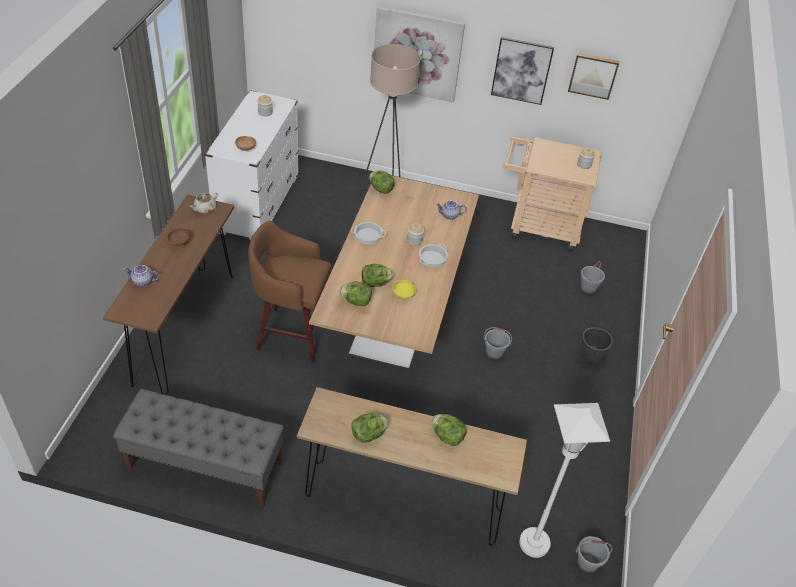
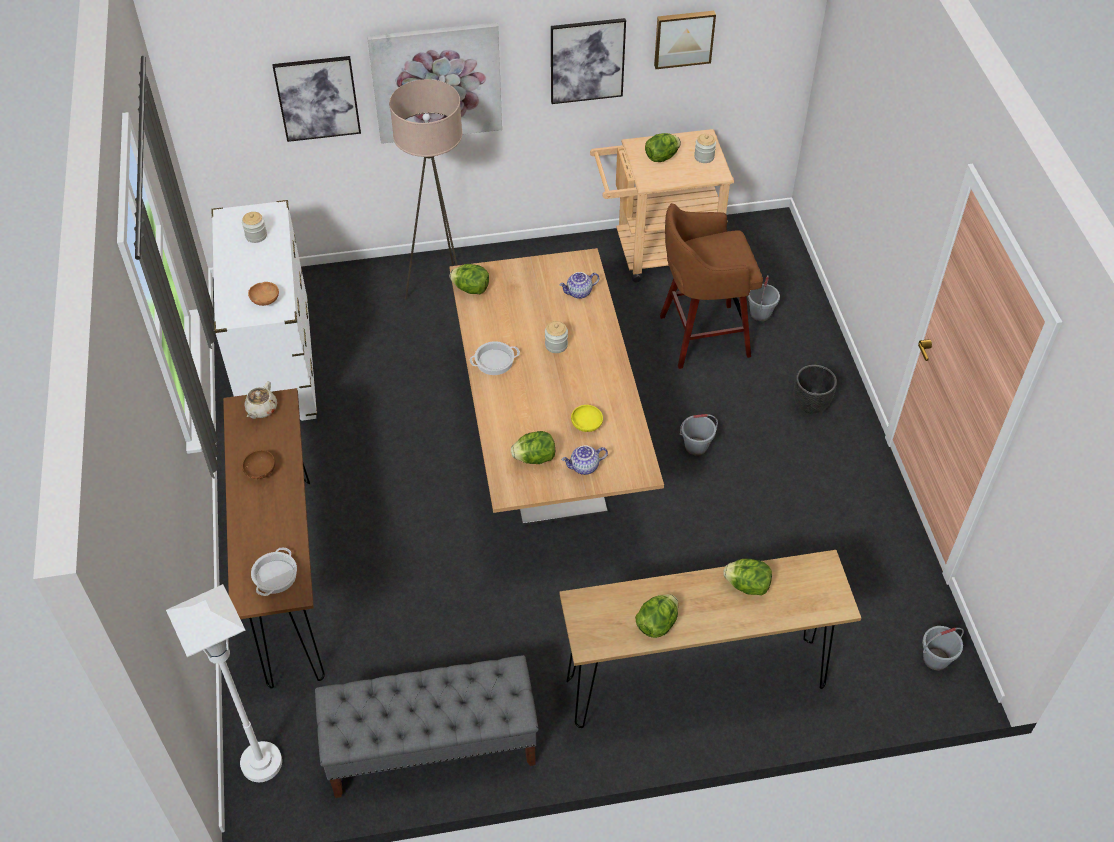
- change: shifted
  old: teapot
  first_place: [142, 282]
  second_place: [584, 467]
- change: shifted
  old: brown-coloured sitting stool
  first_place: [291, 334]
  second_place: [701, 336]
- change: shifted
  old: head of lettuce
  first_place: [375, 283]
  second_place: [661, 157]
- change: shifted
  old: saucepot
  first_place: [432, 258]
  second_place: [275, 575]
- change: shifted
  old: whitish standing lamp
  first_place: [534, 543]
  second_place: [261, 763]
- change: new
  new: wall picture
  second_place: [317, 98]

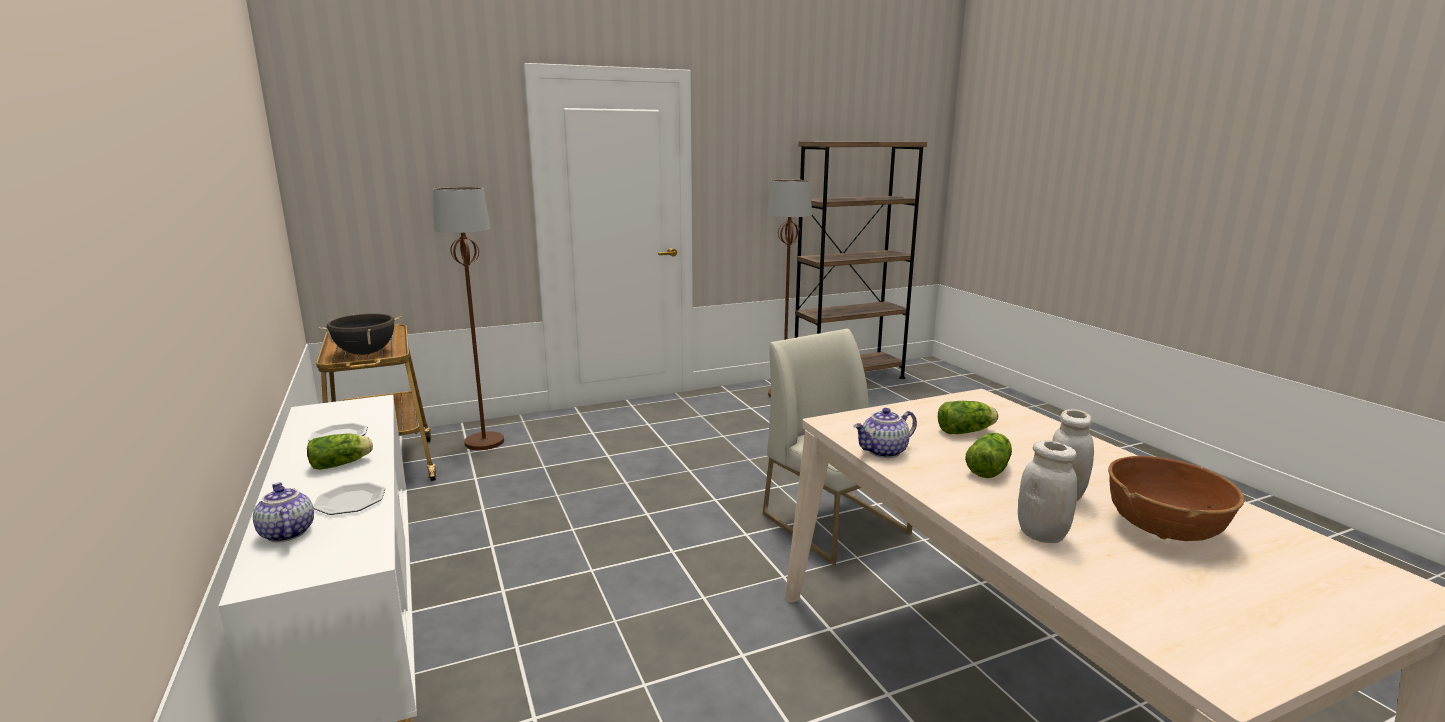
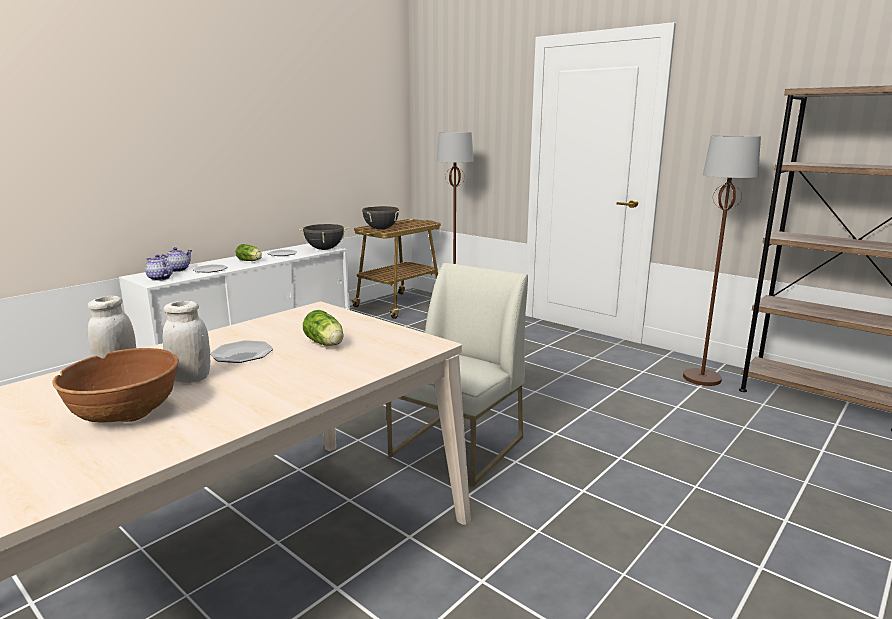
- change: shifted
  old: teapot
  first_place: [884, 452]
  second_place: [159, 278]
- change: swapped
  old: head of lettuce
  new: dinner plate
  first_place: [989, 468]
  second_place: [242, 354]
- change: new
  new: blackish saucepot
  second_place: [324, 249]

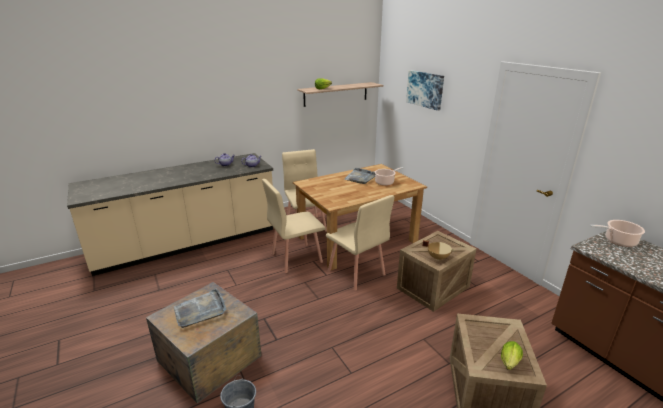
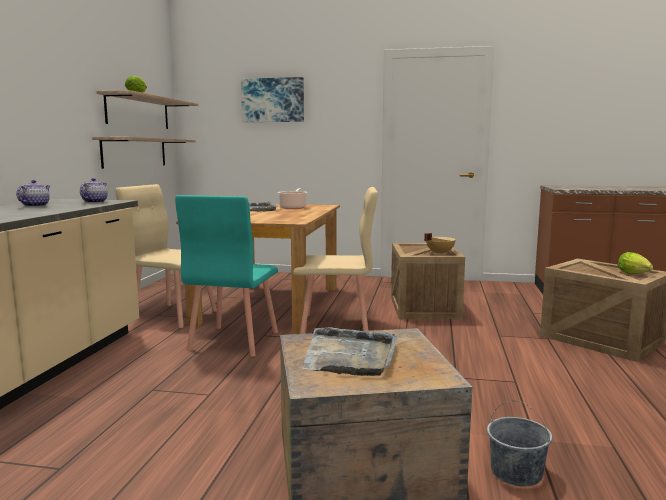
- change: repainted
  old: beige upright chair
  new: turquoise-coloured upright chair
  first_place: [296, 257]
  second_place: [233, 341]
- change: gone
  old: saucepot
  first_place: [618, 241]
- change: new
  new: bracket shelf
  second_place: [135, 152]

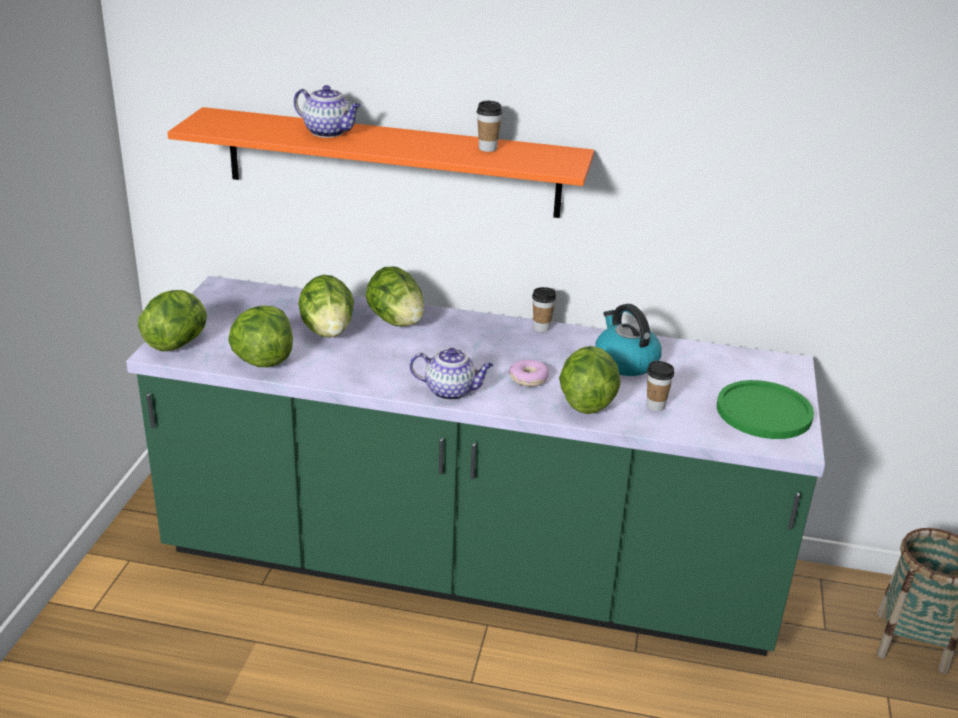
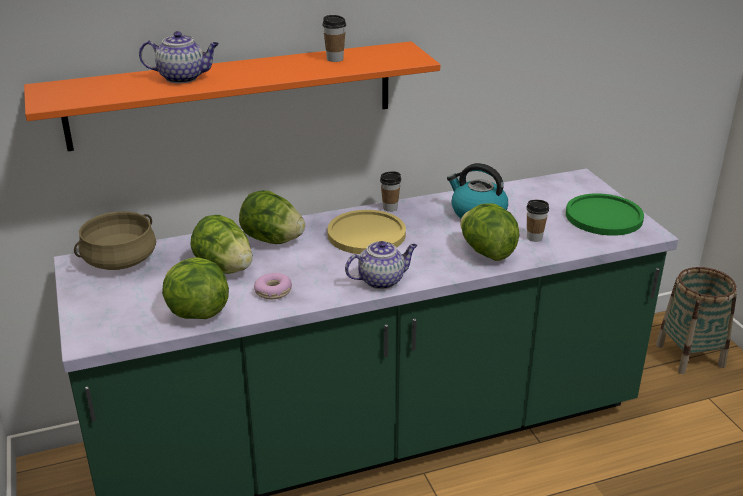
- change: gone
  old: head of lettuce
  first_place: [178, 343]
- change: shifted
  old: donut
  first_place: [529, 379]
  second_place: [273, 292]
- change: new
  new: beige saucepot
  second_place: [120, 260]
- change: new
  new: yellowish dinner plate
  second_place: [366, 234]

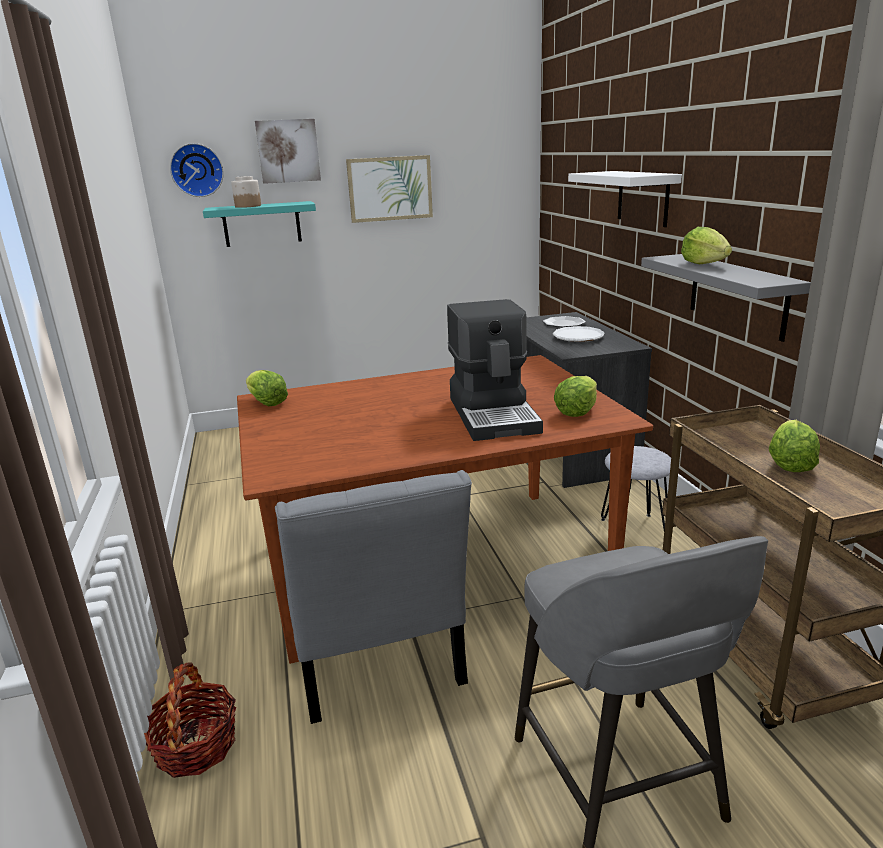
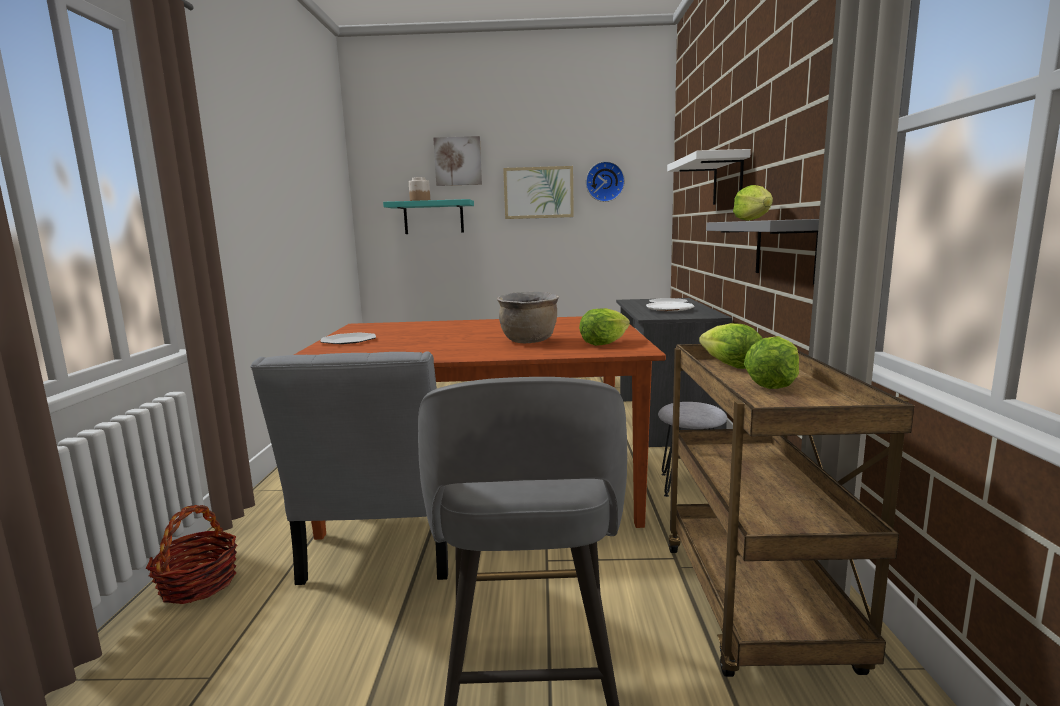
- change: shifted
  old: clock on the wall
  first_place: [197, 170]
  second_place: [604, 182]
- change: shifted
  old: head of lettuce
  first_place: [267, 403]
  second_place: [730, 366]
- change: swapped
  old: coffee brewer
  new: brown-coloured saucepot
  first_place: [494, 414]
  second_place: [529, 341]
- change: new
  new: dinner plate
  second_place: [348, 340]

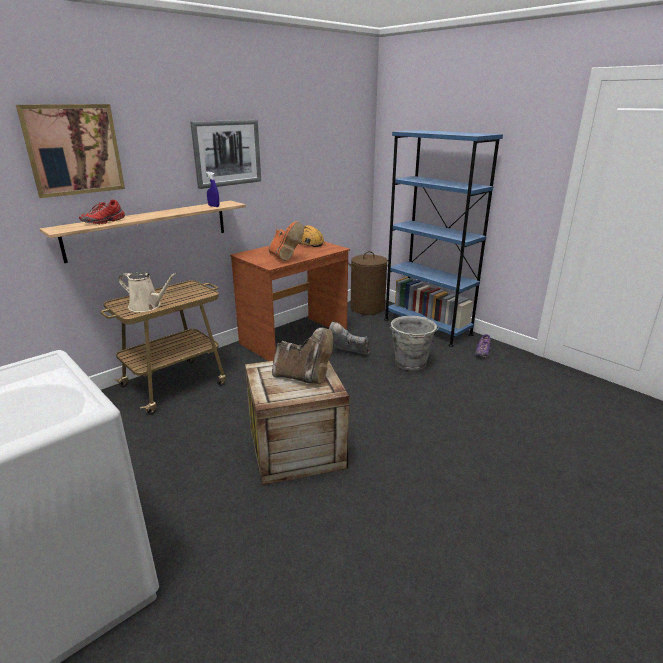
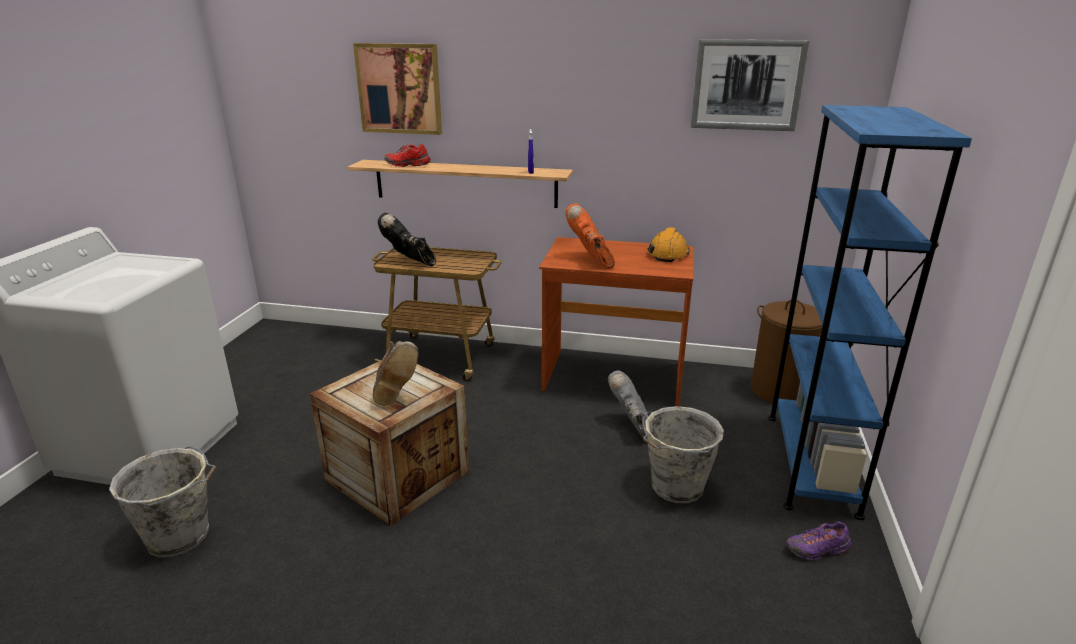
- change: swapped
  old: beige watering pot
  new: blackish tall boot
  first_place: [147, 306]
  second_place: [410, 262]
- change: shifted
  old: wall picture
  first_place: [227, 153]
  second_place: [747, 85]
- change: rotated
  old: orange-coloured tall boot
  first_place: [284, 257]
  second_place: [591, 260]
  degrees: 135
- change: new
  new: grey water bucket
  second_place: [181, 536]

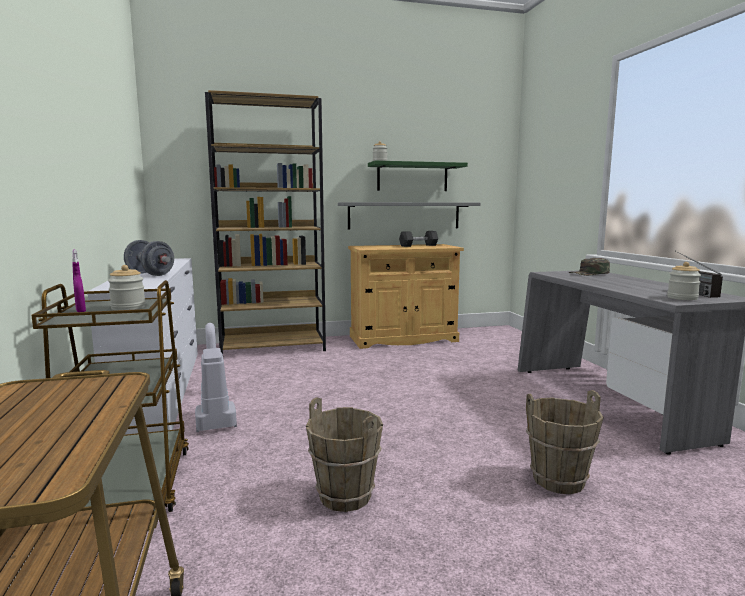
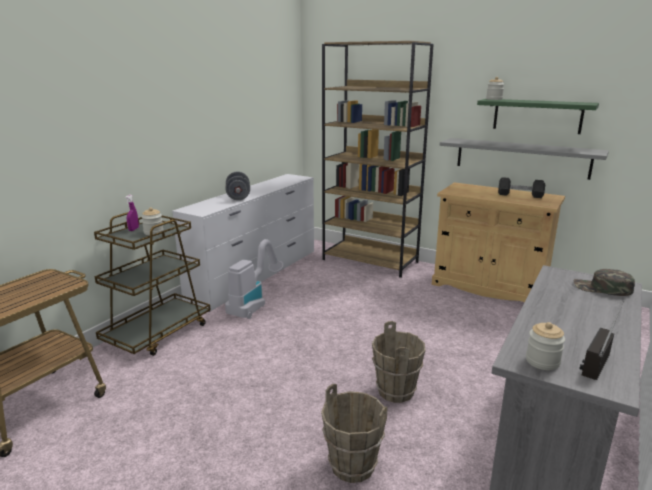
- change: shifted
  old: brown-coloured water bucket
  first_place: [345, 496]
  second_place: [396, 391]

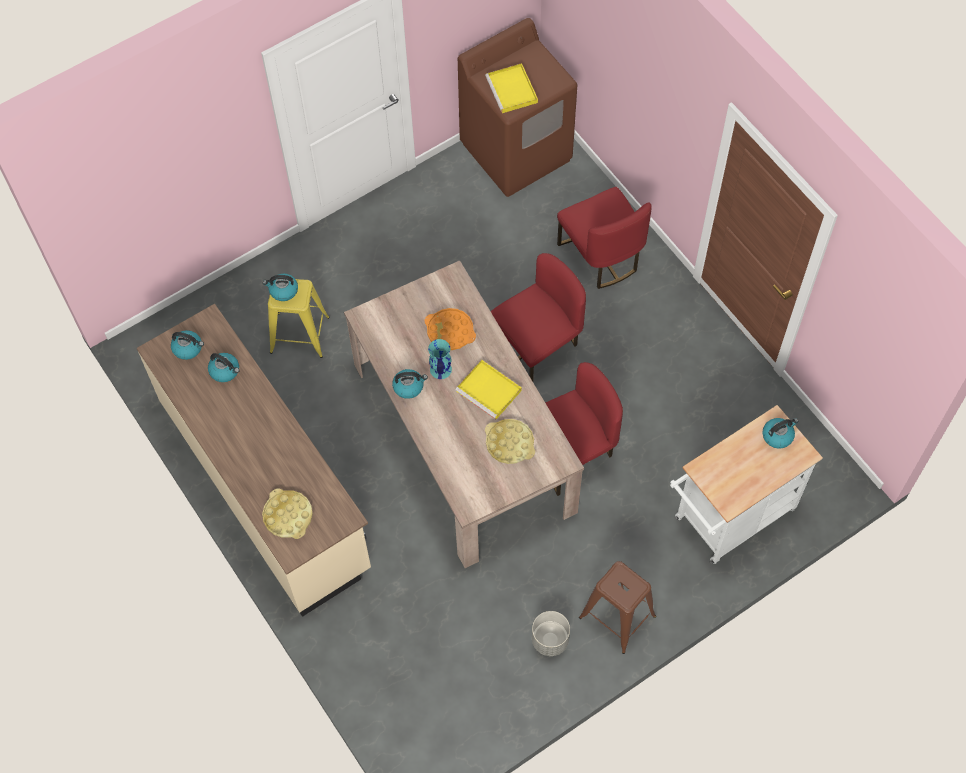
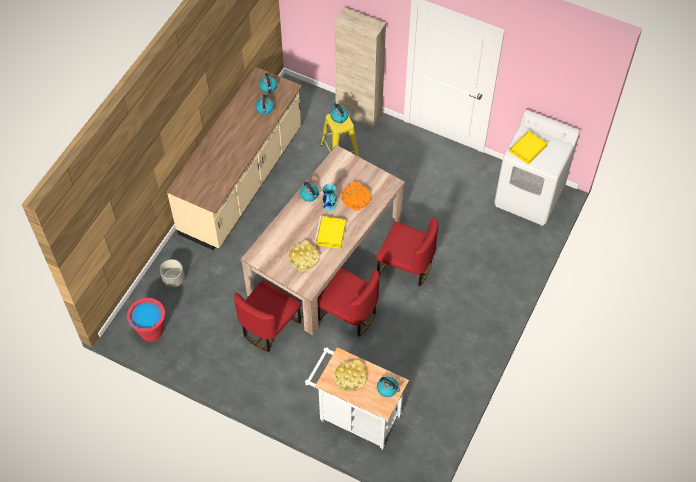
- change: shifted
  old: yellowish tray
  first_place: [288, 516]
  second_place: [350, 378]
- change: repainted
  old: brown-coloured washing machine
  new: whitish washing machine
  first_place: [517, 151]
  second_place: [529, 196]
- change: shifted
  old: grey plant pot
  first_place: [550, 640]
  second_place: [174, 280]
- change: shifted
  old: reddish upright chair
  first_place: [601, 256]
  second_place: [269, 327]
- change: gone
  old: brown-coloured sitting stool
  first_place: [617, 617]
- change: new
  new: reddish water bucket
  second_place: [151, 331]
- change: new
  new: beige cupboard
  second_place: [358, 114]

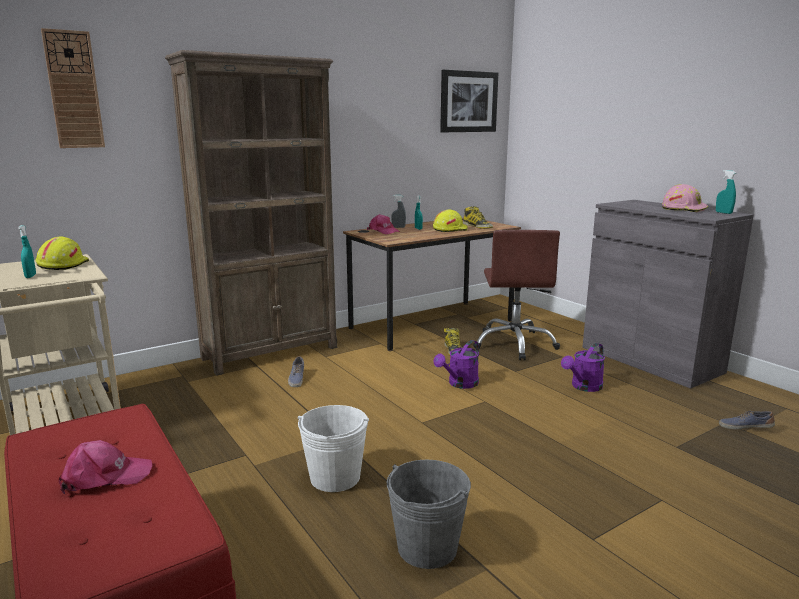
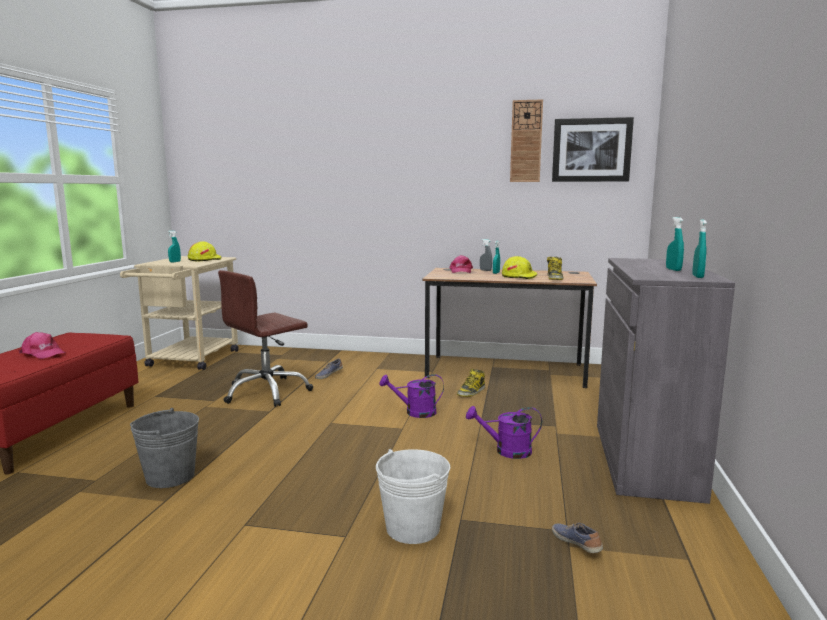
- change: shifted
  old: clock on the wall
  first_place: [74, 90]
  second_place: [526, 141]
- change: gone
  old: brown-coloured bookshelf
  first_place: [271, 353]
- change: shifted
  old: whitish water bucket
  first_place: [335, 477]
  second_place: [412, 528]
- change: shifted
  old: brown-coloured computer chair
  first_place: [515, 344]
  second_place: [267, 392]
- change: swapped
  old: pink safety helmet
  new: turquoise-coloured spray bottle
  first_place: [684, 209]
  second_place: [673, 269]

